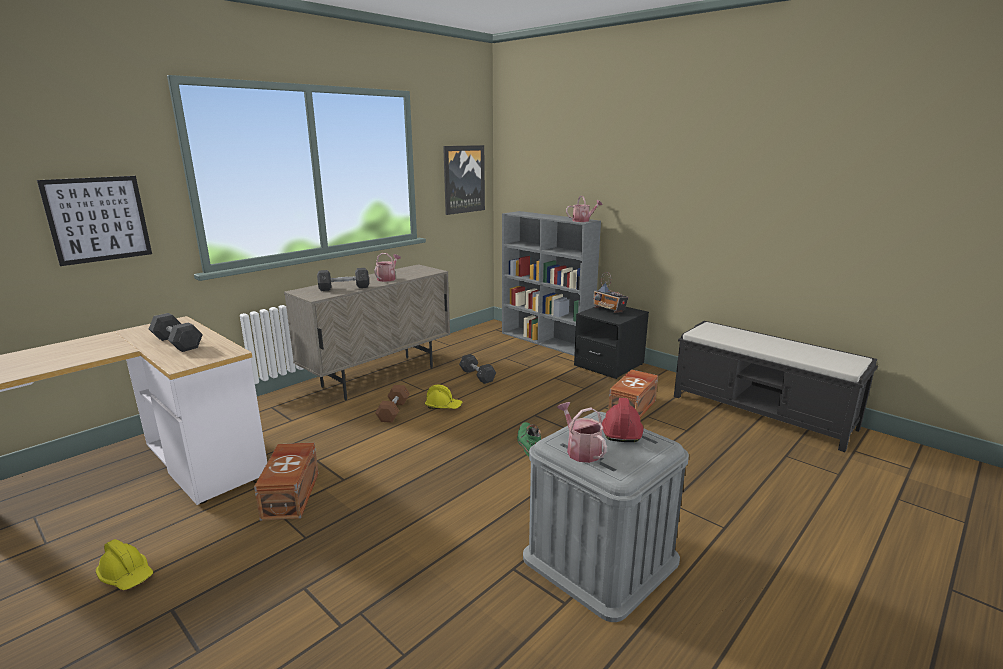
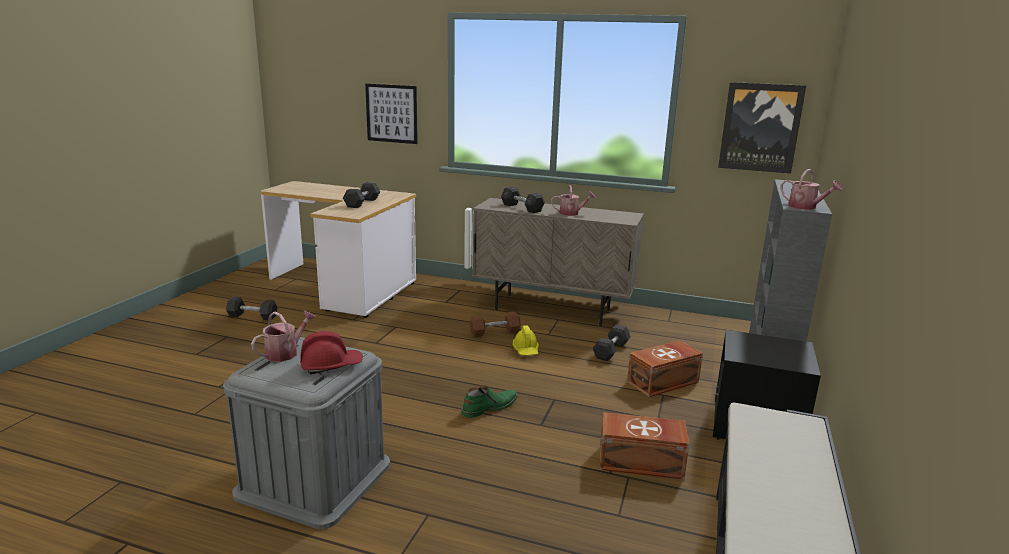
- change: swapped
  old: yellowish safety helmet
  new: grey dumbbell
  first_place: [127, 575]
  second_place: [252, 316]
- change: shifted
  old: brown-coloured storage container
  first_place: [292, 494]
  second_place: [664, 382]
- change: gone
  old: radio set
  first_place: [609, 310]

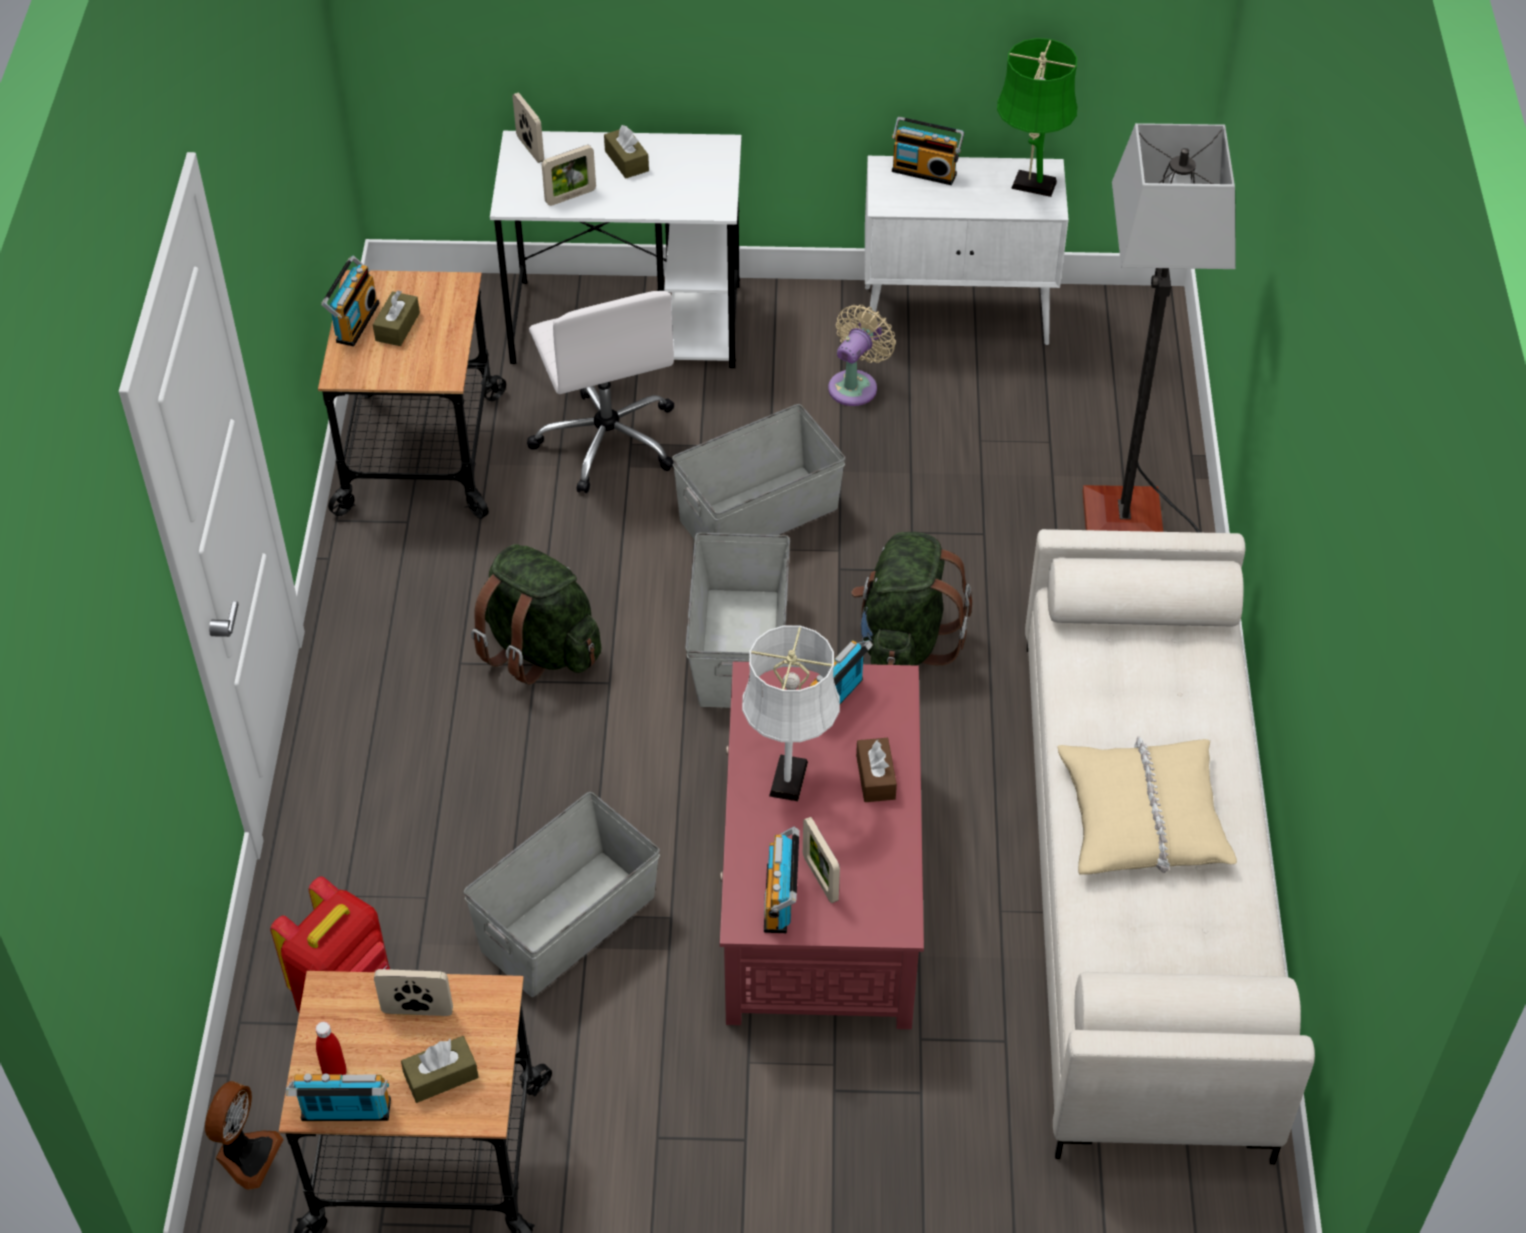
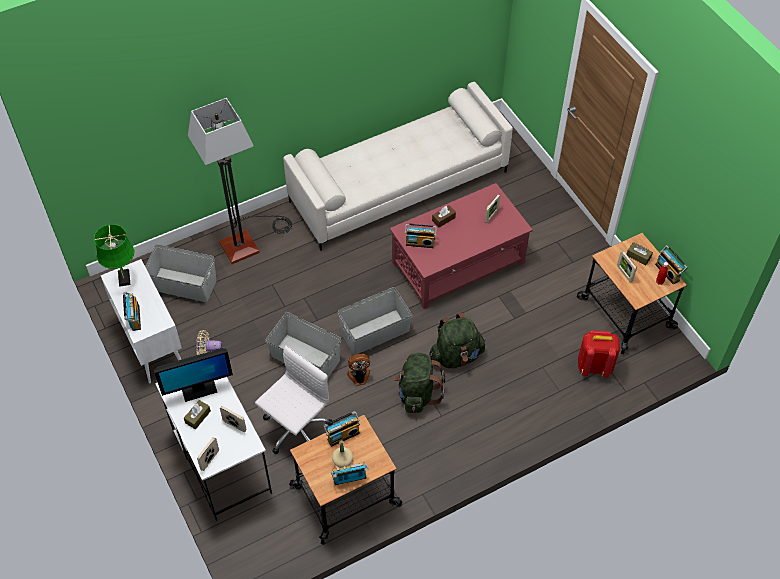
- change: shifted
  old: cooling fan
  first_place: [246, 1155]
  second_place: [359, 377]
- change: swapped
  old: brown-coloured box of tissues
  new: beige beverage bottle
  first_place: [397, 327]
  second_place: [342, 460]
- change: shifted
  old: grey storage container
  first_place: [569, 923]
  second_place: [183, 284]
- change: gone
  old: whitish table lamp
  first_place: [790, 774]
- change: shifted
  old: radio set
  first_place: [781, 899]
  second_place: [342, 435]
- change: shifted
  old: green-coloured rucksack
  first_place: [904, 640]
  second_place: [456, 356]
- change: gone
  old: beige cushion
  first_place: [1143, 817]
- change: new
  new: computer screen
  second_place: [198, 389]

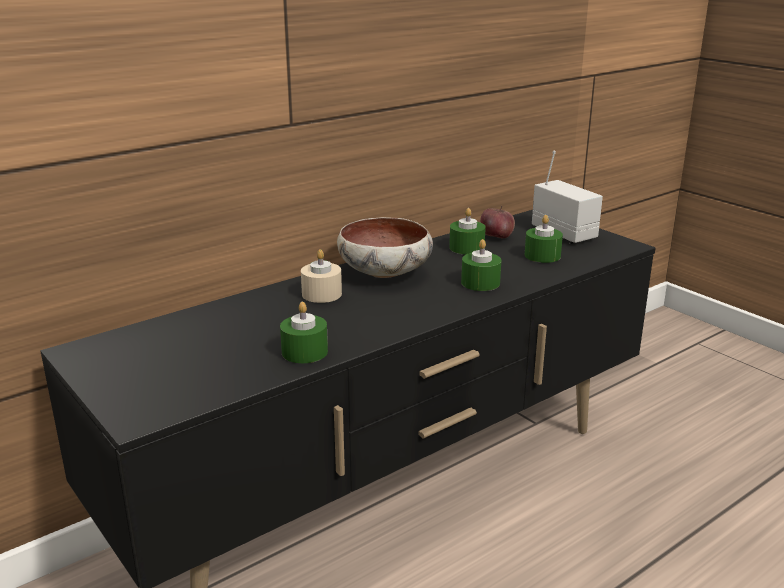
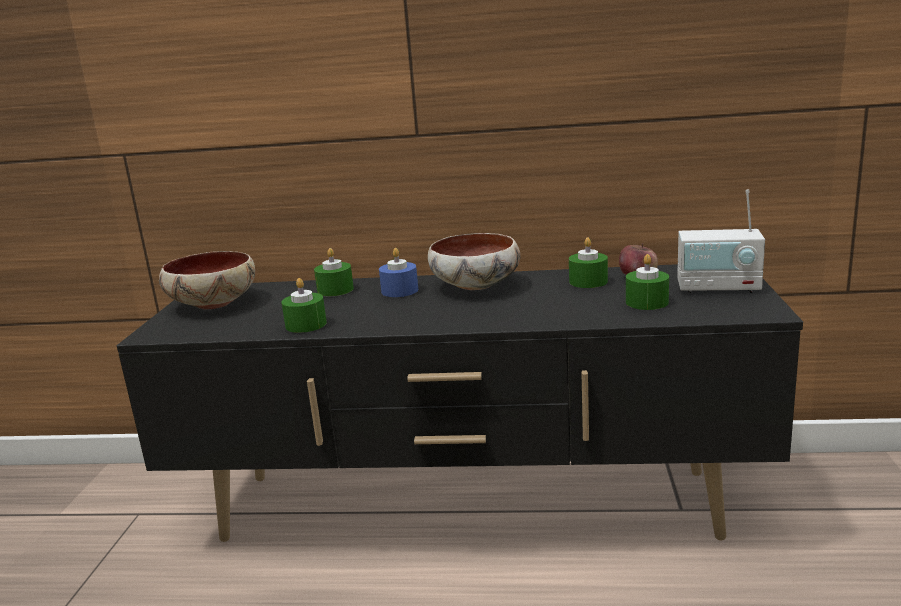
- change: repainted
  old: beige wax candle
  new: blue-coloured wax candle
  first_place: [321, 294]
  second_place: [399, 290]
- change: shifted
  old: green-coloured wax candle
  first_place: [480, 283]
  second_place: [335, 290]
- change: rotated
  old: radio set
  first_place: [564, 233]
  second_place: [718, 288]
  degrees: 90
- change: new
  new: deep dish
  second_place: [212, 304]

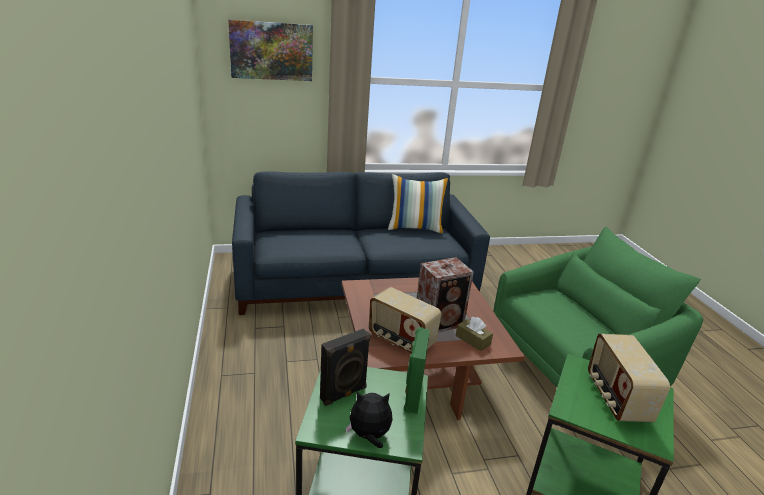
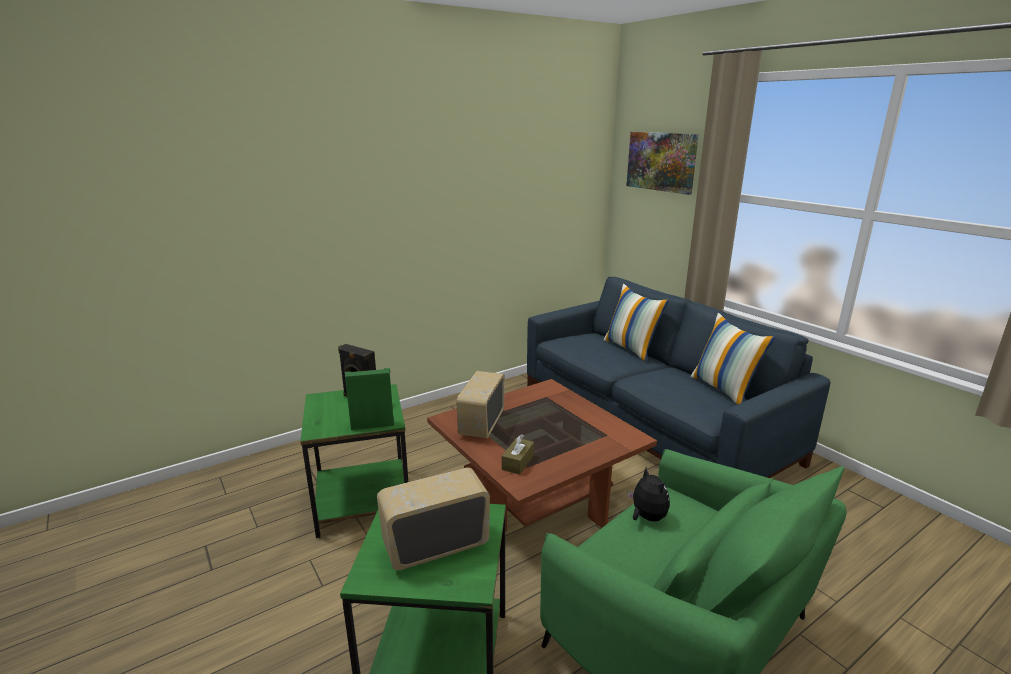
- change: shifted
  old: cuddly toy
  first_place: [369, 436]
  second_place: [646, 517]
- change: gone
  old: speaker
  first_place: [440, 322]
- change: new
  new: cushion
  second_place: [631, 348]

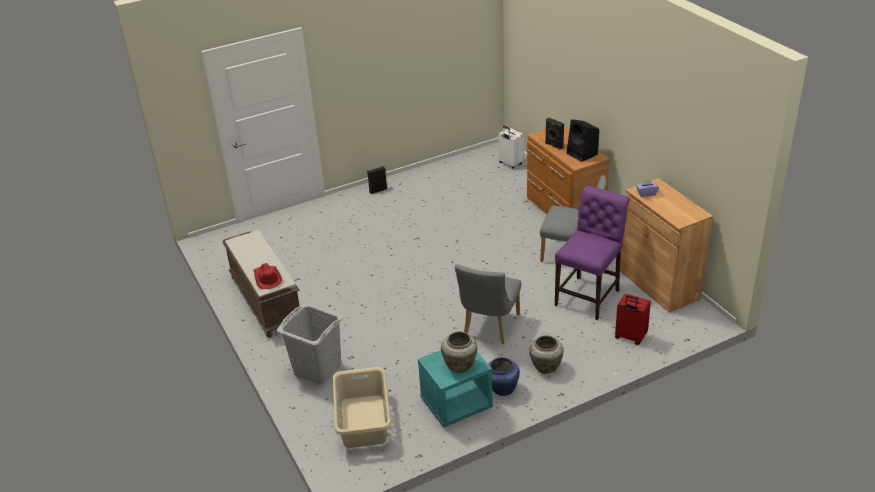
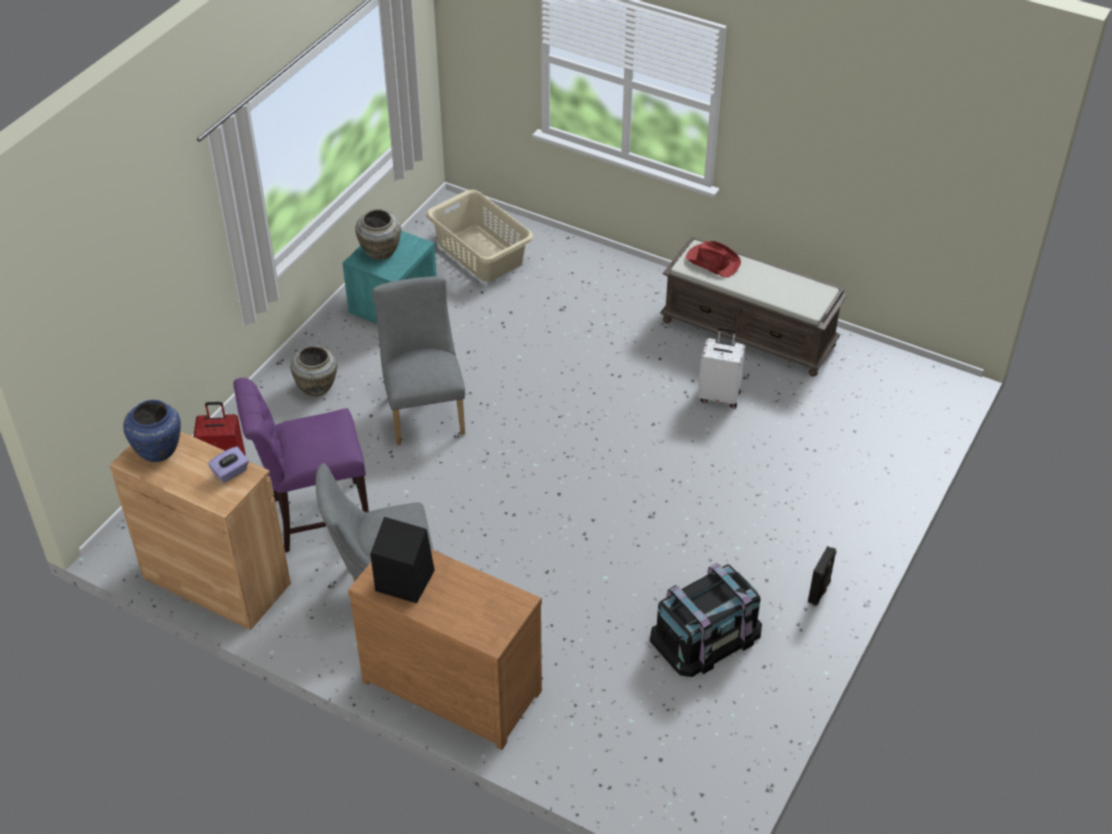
- change: gone
  old: grey hamper
  first_place: [317, 369]
- change: shifted
  old: blue-coloured flower vase
  first_place: [502, 389]
  second_place: [159, 450]
- change: shifted
  old: whitish piece of luggage
  first_place: [510, 164]
  second_place: [719, 396]
- change: gone
  old: blackish speaker
  first_place: [553, 145]
- change: rotated
  old: purple upright chair
  first_place: [589, 295]
  second_place: [314, 516]
  degrees: 75
- change: new
  new: blackish storage container
  second_place: [706, 635]

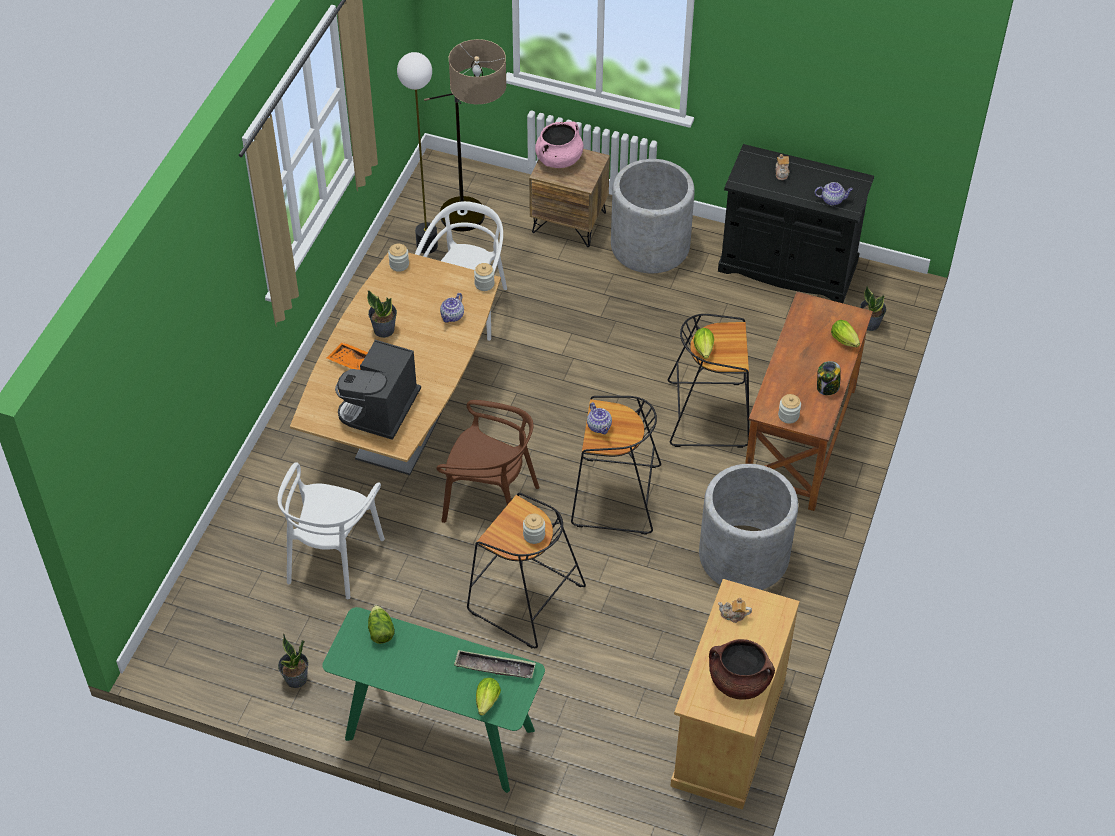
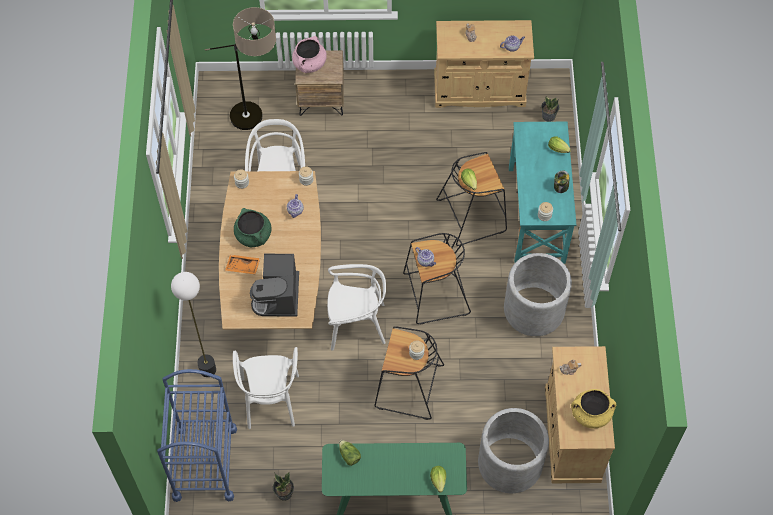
- change: swapped
  old: potted plant
  new: green-coloured saucepot
  first_place: [384, 329]
  second_place: [253, 235]
- change: shifted
  old: standing lamp
  first_place: [427, 246]
  second_place: [208, 369]
- change: repainted
  old: brown-coloured upright chair
  new: whitish upright chair
  first_place: [490, 500]
  second_place: [356, 324]
- change: gone
  old: tray
  first_place: [494, 667]
- change: shifted
  old: grey plant pot
  first_place: [650, 246]
  second_place: [510, 463]
- change: repainted
  old: brown-coloured saucepot
  new: yellowish saucepot
  first_place: [739, 681]
  second_place: [590, 414]
- change: repainted
  old: blackish cupboard
  new: beige cupboard
  first_place: [787, 266]
  second_place: [479, 90]
- change: repainted
  old: brown-coloured desk
  new: turquoise-coloured desk
  first_place: [800, 439]
  second_place: [537, 214]
- change: new
  new: blue-coloured cart
  second_place: [204, 463]

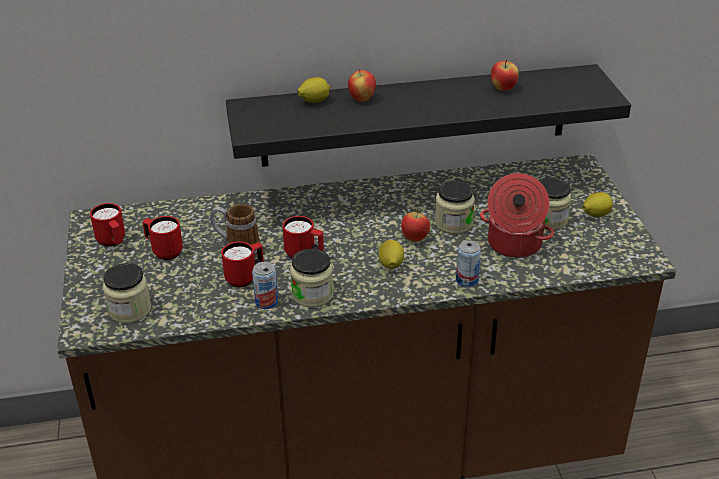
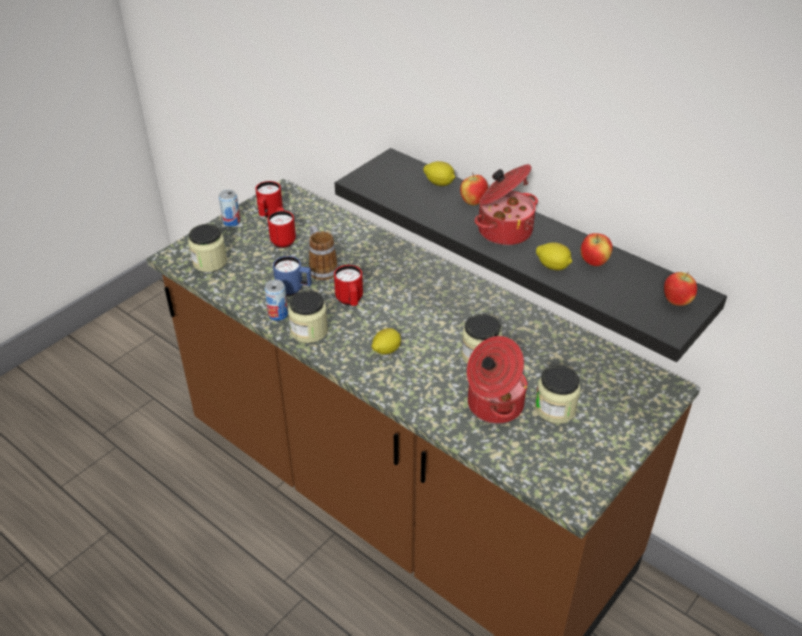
- change: repainted
  old: reddish coffee mug
  new: blue-coloured coffee mug
  first_place: [245, 277]
  second_place: [294, 289]
- change: shifted
  old: apple fruit
  first_place: [415, 239]
  second_place: [676, 302]
- change: shifted
  old: sealed can
  first_place: [467, 280]
  second_place: [231, 222]
- change: shifted
  old: whole lemon
  first_place: [595, 215]
  second_place: [553, 266]
- change: new
  new: saucepot
  second_place: [503, 230]

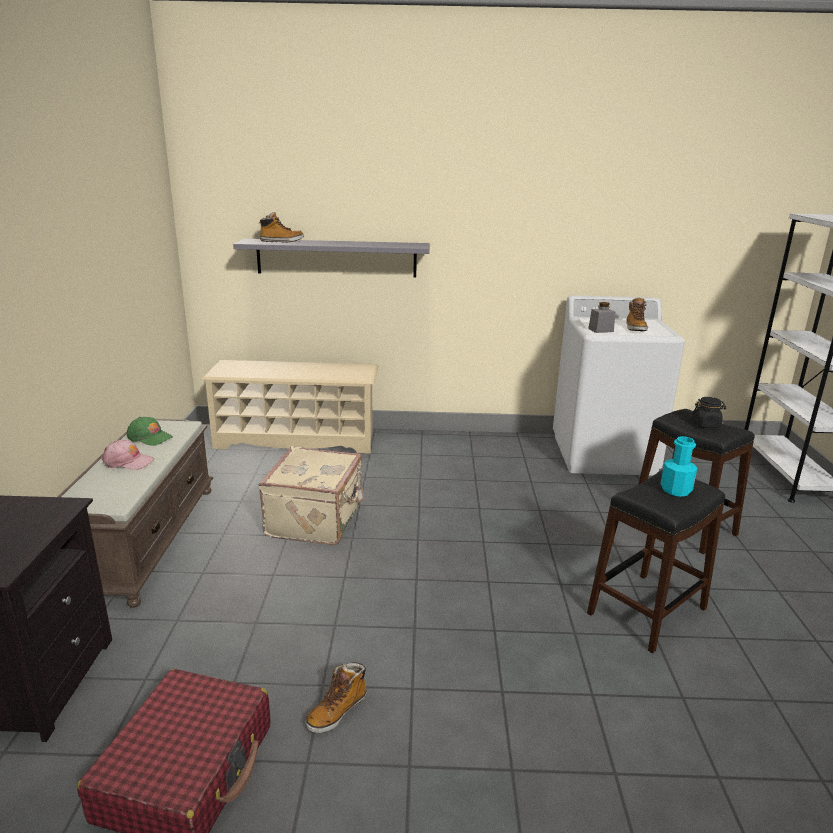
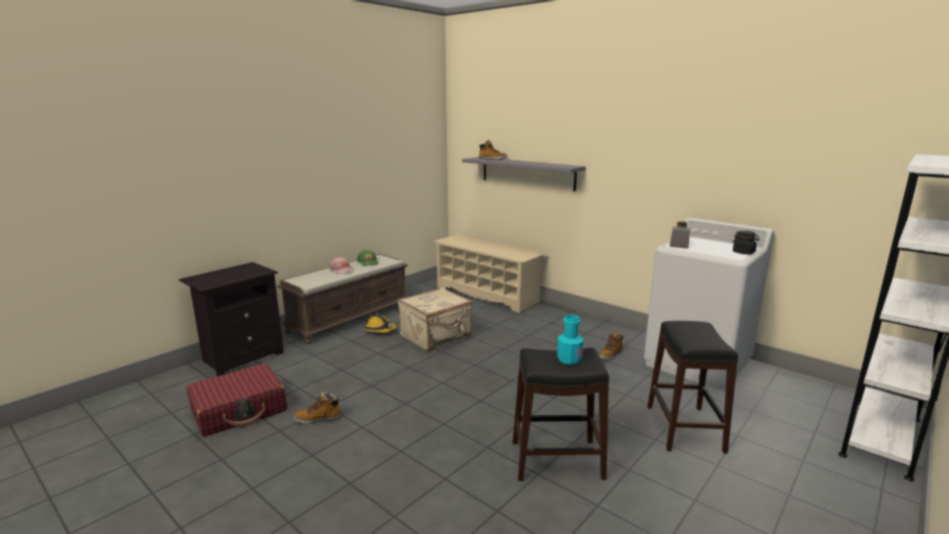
- change: shifted
  old: tall boot
  first_place: [635, 328]
  second_place: [610, 355]
- change: shifted
  old: blackish jar
  first_place: [706, 424]
  second_place: [743, 252]
- change: new
  new: safety helmet
  second_place: [380, 330]

